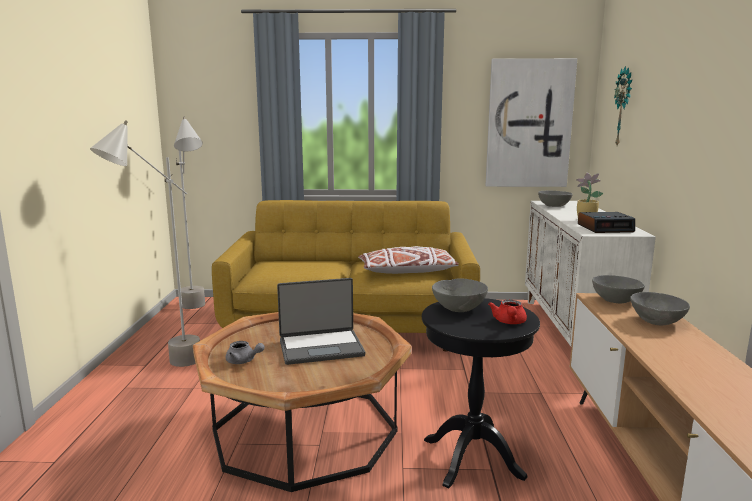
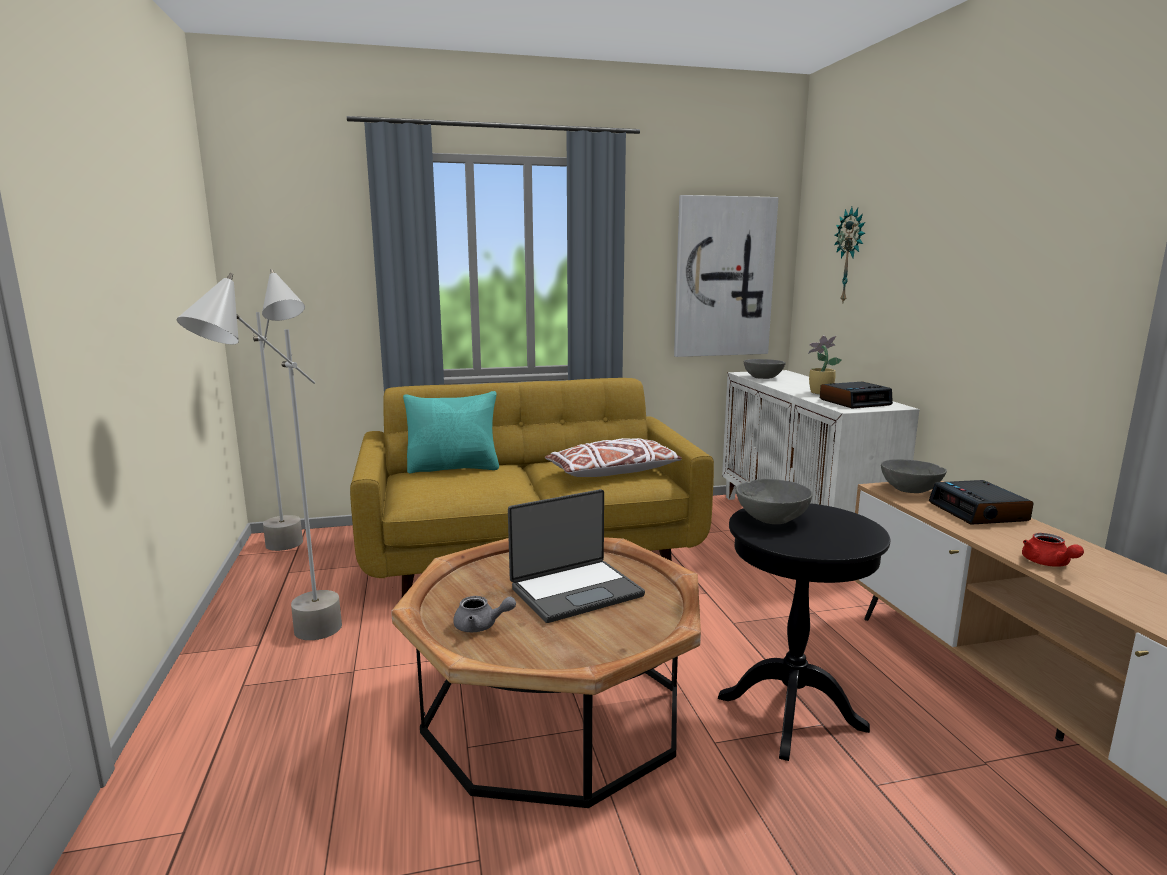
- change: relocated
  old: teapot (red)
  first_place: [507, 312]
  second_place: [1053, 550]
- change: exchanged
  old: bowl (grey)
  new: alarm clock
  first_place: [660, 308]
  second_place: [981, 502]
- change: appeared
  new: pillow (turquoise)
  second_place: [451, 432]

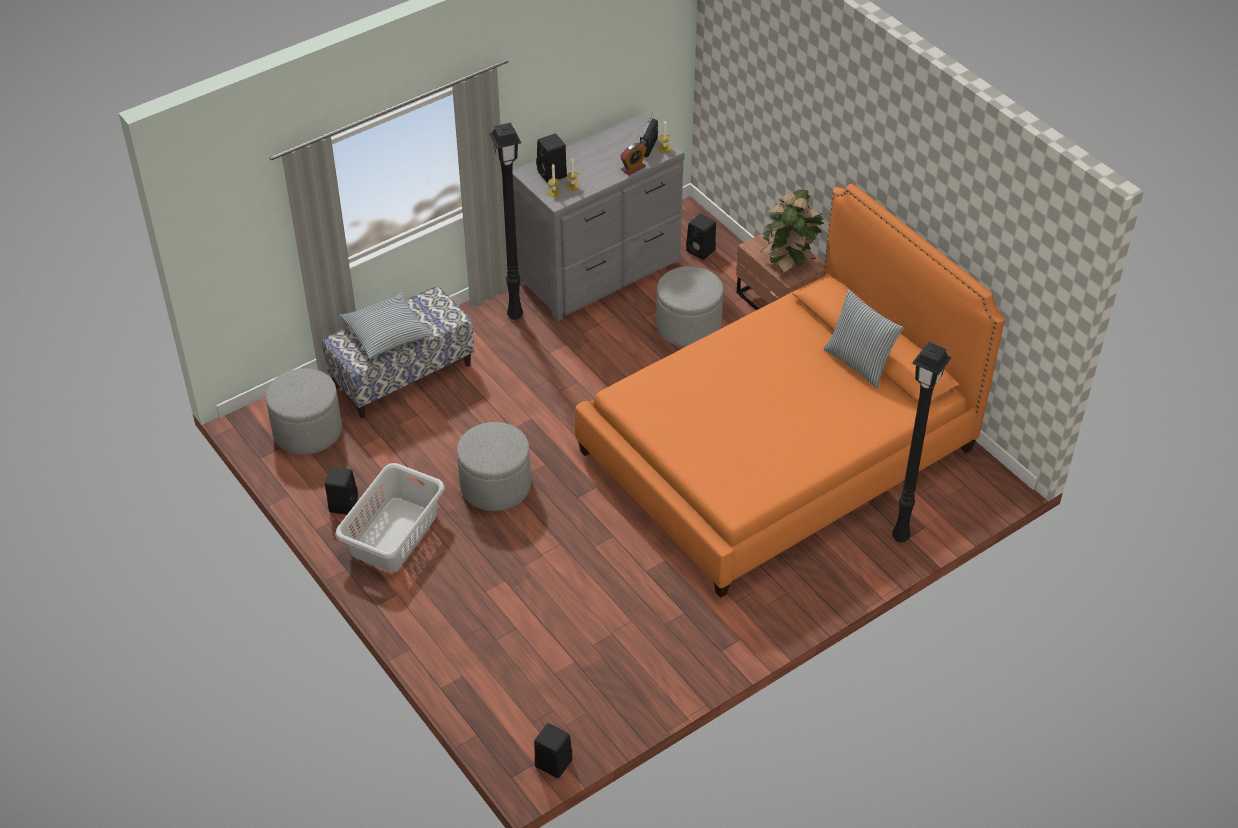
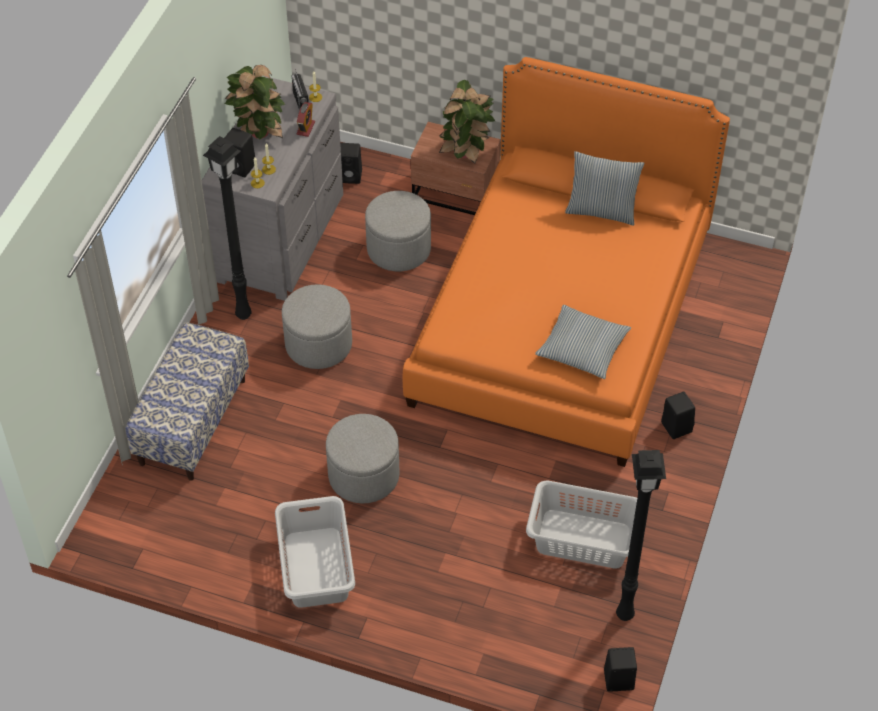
- change: relocated
  old: ottoman (grey)
  first_place: [303, 411]
  second_place: [317, 326]
- change: relocated
  old: speaker (black)
  first_place: [341, 491]
  second_place: [678, 415]
- change: relocated
  old: pillow
  first_place: [386, 326]
  second_place: [583, 342]
- change: relocated
  old: floor lamp (black)
  first_place: [922, 442]
  second_place: [641, 535]
- change: appeared
  new: potted plant
  second_place: [255, 102]
- change: appeared
  new: laundry basket (grey)
  second_place: [581, 524]

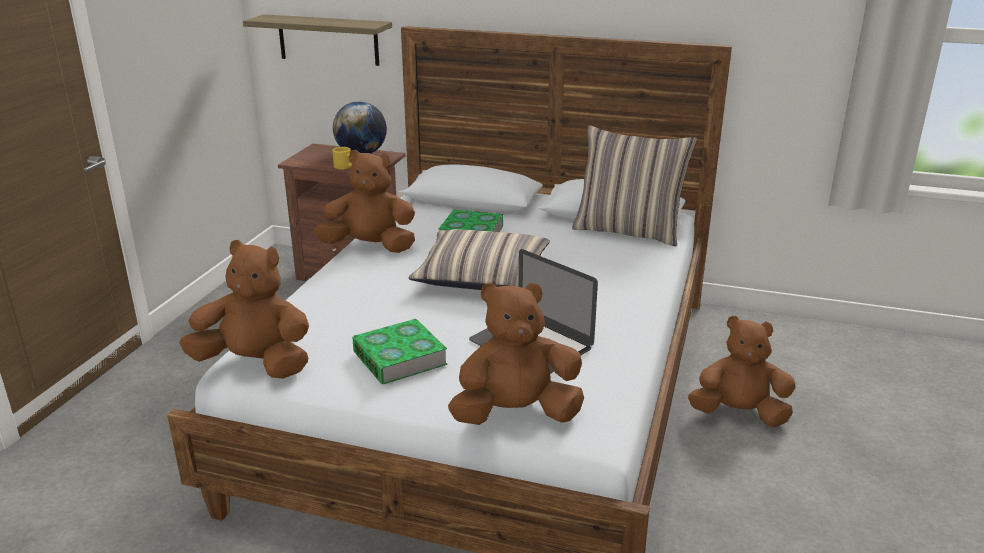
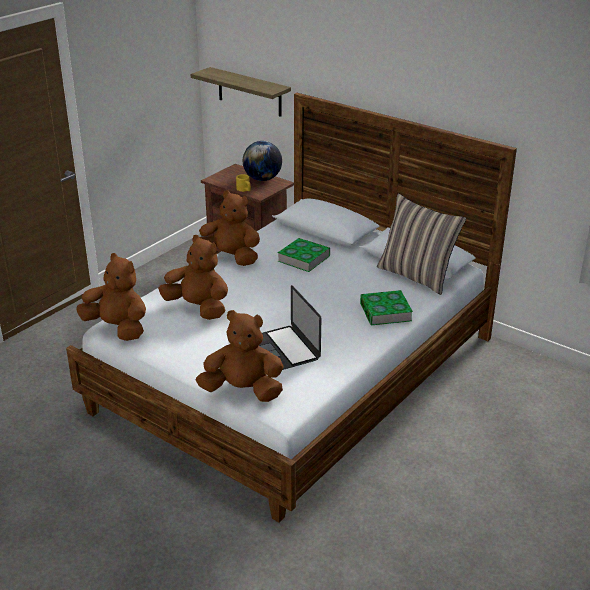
- change: relocated
  old: book
  first_place: [399, 351]
  second_place: [386, 307]
- change: missing
  old: pillow
  first_place: [479, 259]
- change: relocated
  old: plush toy (brown)
  first_place: [741, 371]
  second_place: [193, 277]

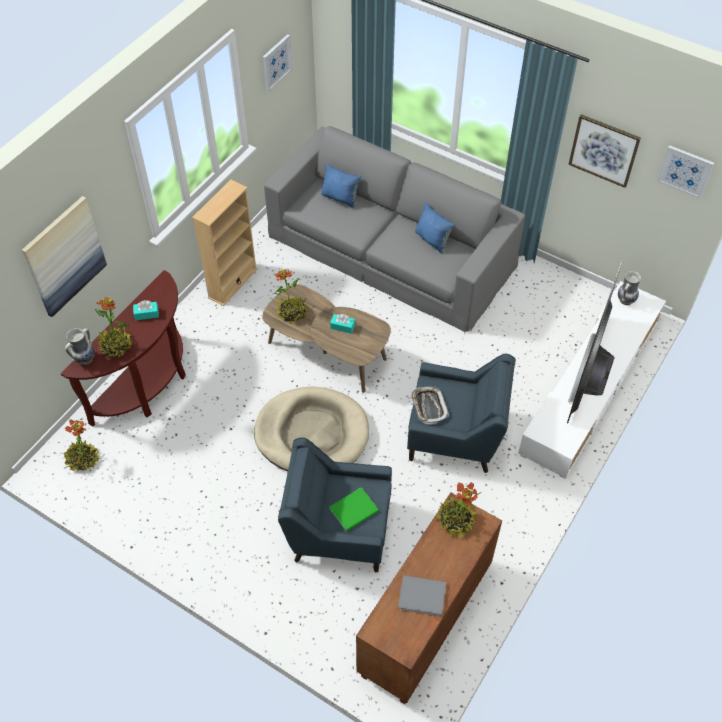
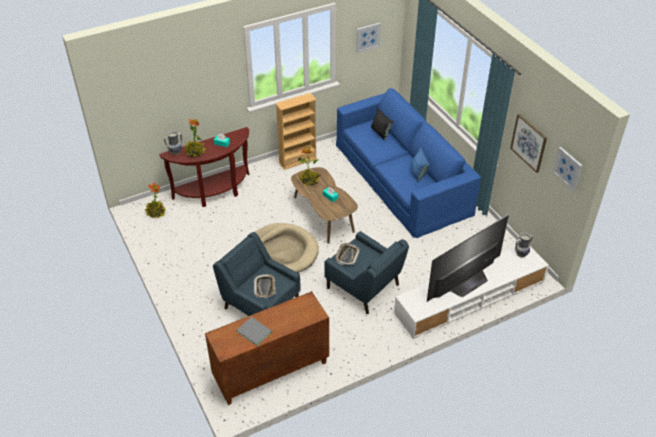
- change: missing
  old: picture
  first_place: [64, 256]
- change: colour
  old: sofa (grey)
  new: sofa (blue)
  first_place: [394, 229]
  second_place: [408, 163]
- change: colour
  old: pillow (blue)
  new: pillow (black)
  first_place: [341, 186]
  second_place: [382, 124]
- change: exchanged
  old: book (green)
  new: tray
  first_place: [354, 509]
  second_place: [264, 286]
- change: missing
  old: potted plant
  first_place: [458, 510]

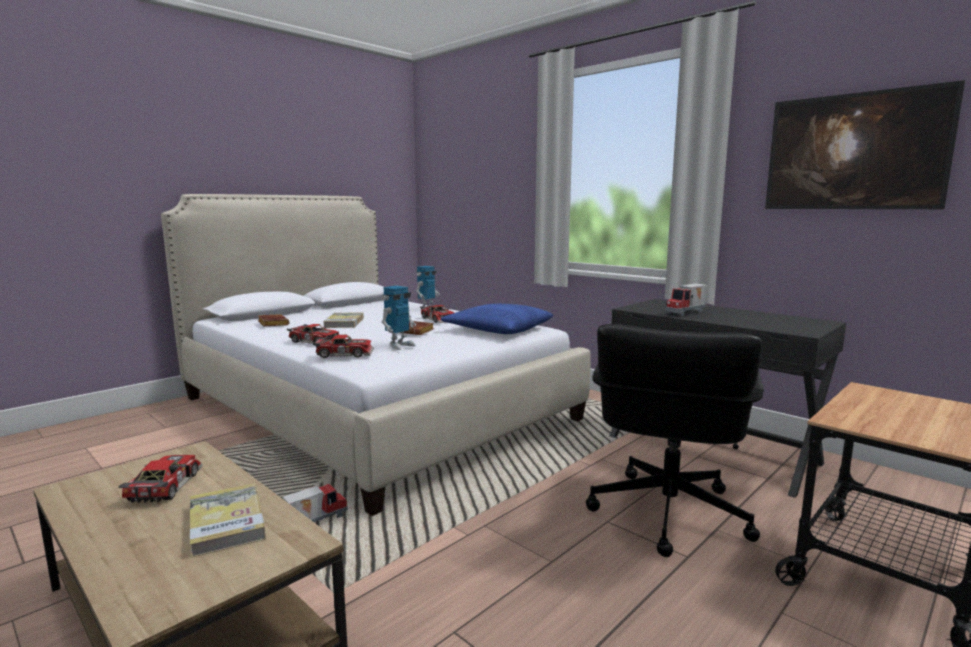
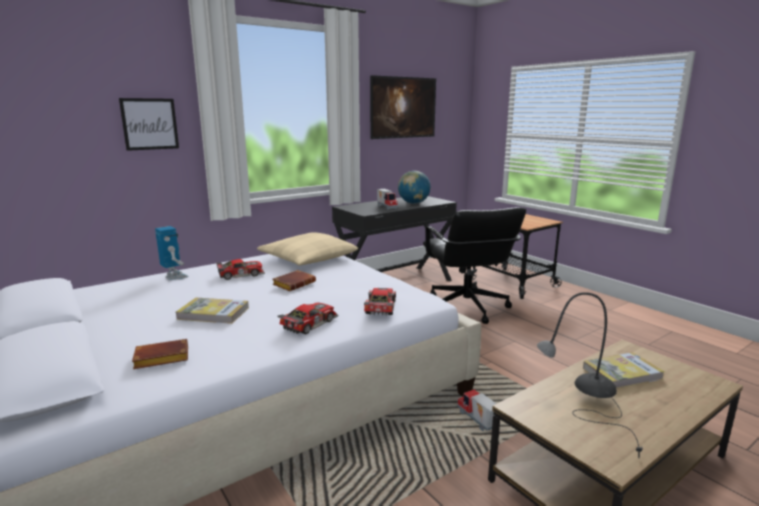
- change: exchanged
  old: toy car
  new: table lamp (grey)
  first_place: [161, 479]
  second_place: [590, 375]
- change: missing
  old: toy robot
  first_place: [399, 318]
- change: colour
  old: pillow (blue)
  new: pillow (beige)
  first_place: [497, 319]
  second_place: [307, 249]
- change: spun
  old: office chair (black)
  first_place: [675, 440]
  second_place: [474, 265]
  degrees: 45
- change: appeared
  new: picture
  second_place: [149, 124]
- change: appeared
  new: globe
  second_place: [414, 187]

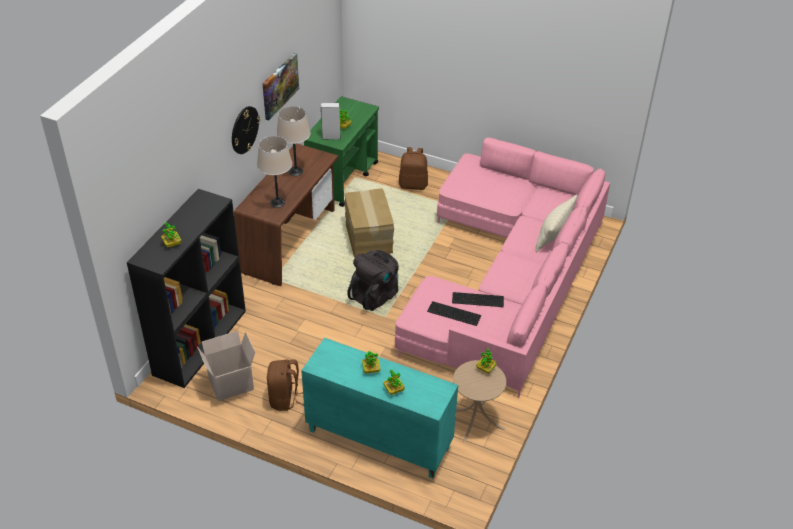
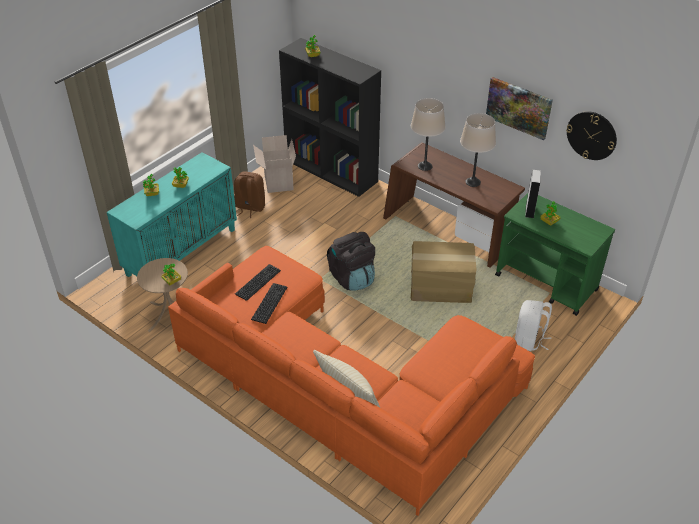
- change: relocated
  old: wall clock
  first_place: [246, 130]
  second_place: [591, 135]
- change: colour
  old: sofa (pink)
  new: sofa (orange)
  first_place: [502, 268]
  second_place: [351, 381]
- change: colour
  old: backpack (brown)
  new: backpack (white)
  first_place: [413, 168]
  second_place: [533, 325]

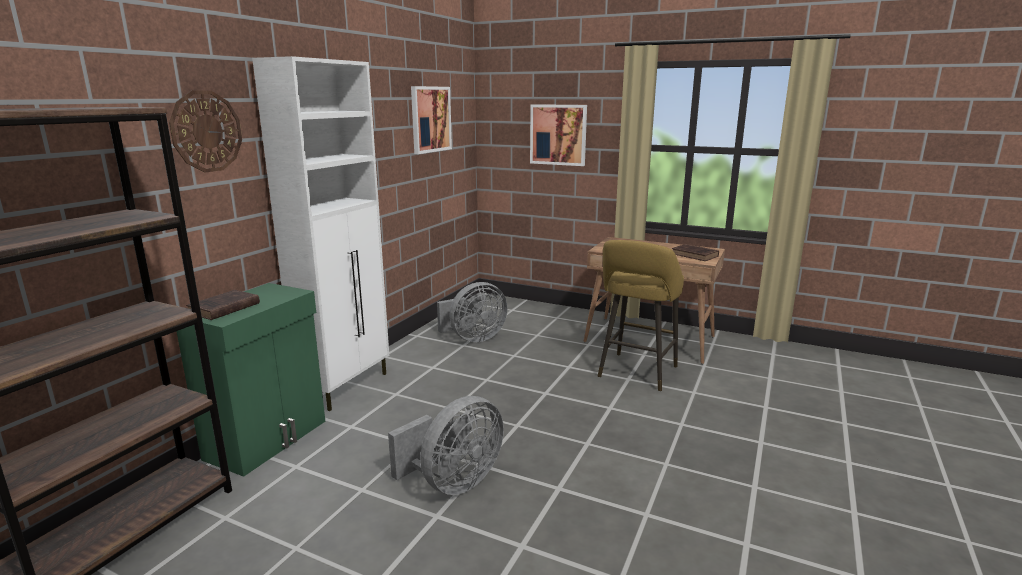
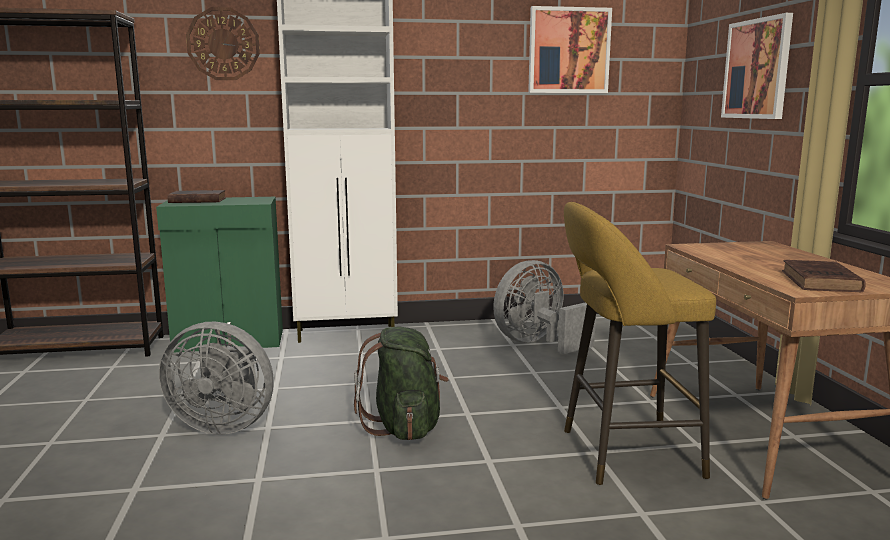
- change: spun
  old: fan (grey)
  first_place: [472, 312]
  second_place: [544, 307]
  degrees: 120
- change: appeared
  new: backpack (green)
  second_place: [401, 383]

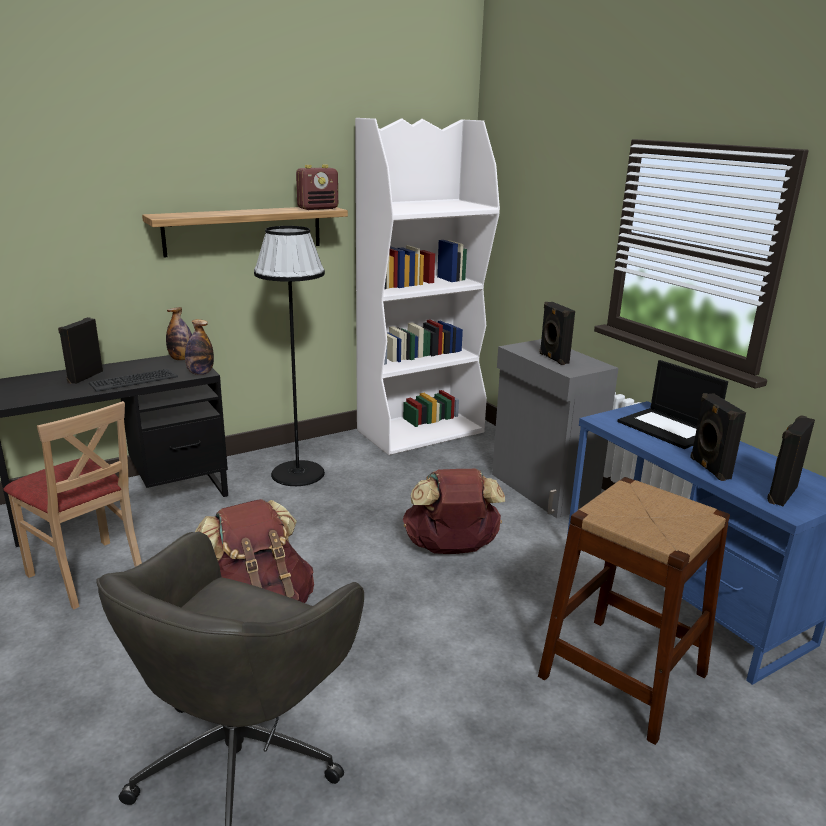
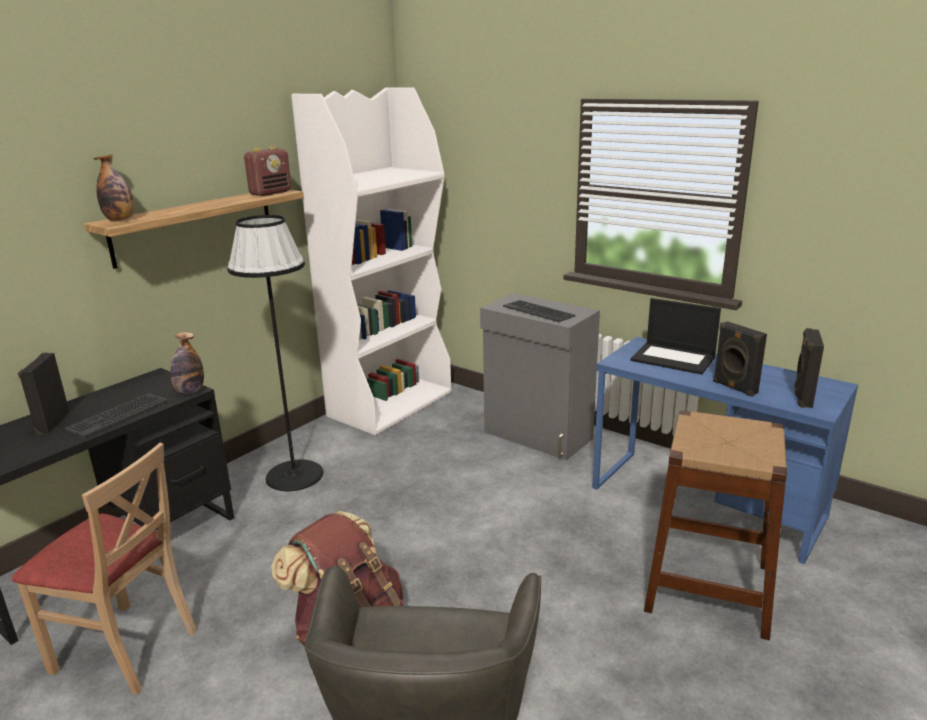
- change: relocated
  old: bottle
  first_place: [179, 333]
  second_place: [114, 187]
- change: missing
  old: backpack (brown)
  first_place: [454, 511]
- change: exchanged
  old: speaker (black)
  new: keyboard
  first_place: [557, 333]
  second_place: [539, 311]

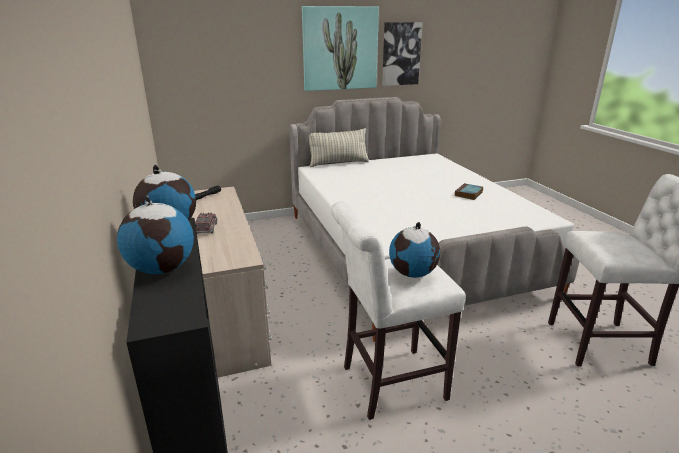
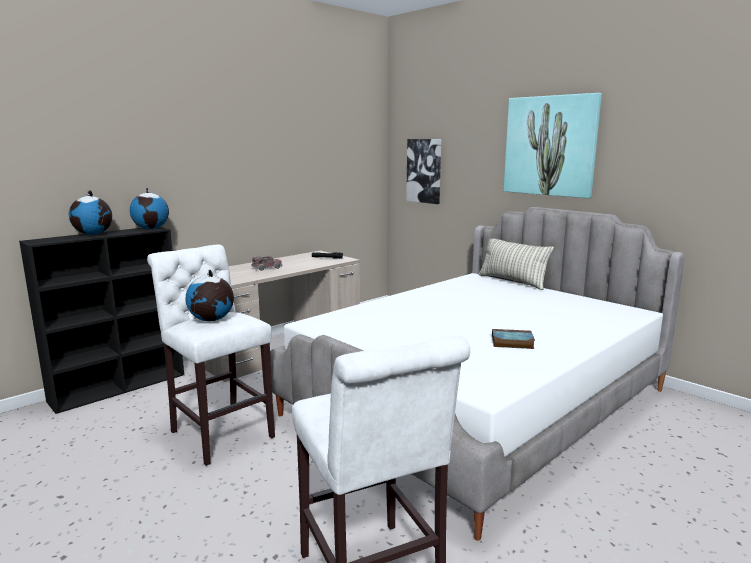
- change: relocated
  old: picture
  first_place: [402, 54]
  second_place: [423, 171]

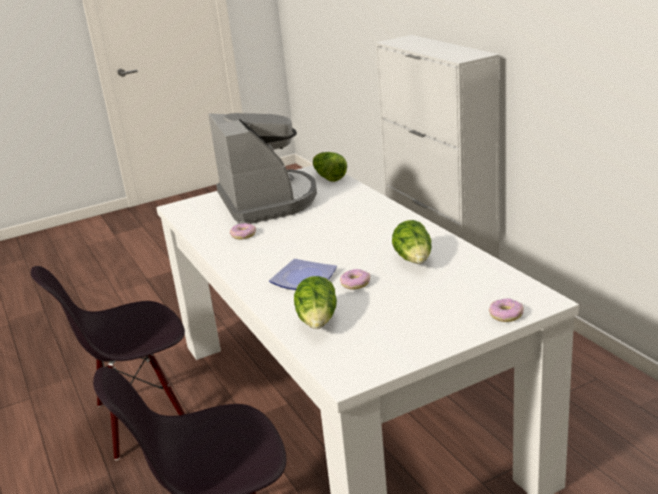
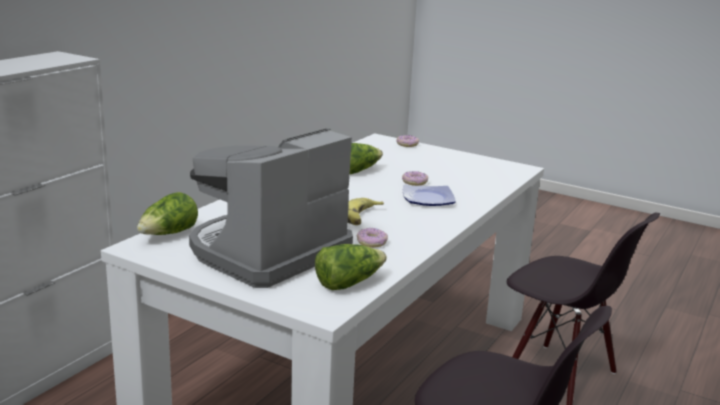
- change: relocated
  old: lettuce
  first_place: [315, 302]
  second_place: [351, 267]
- change: appeared
  new: banana
  second_place: [366, 211]

